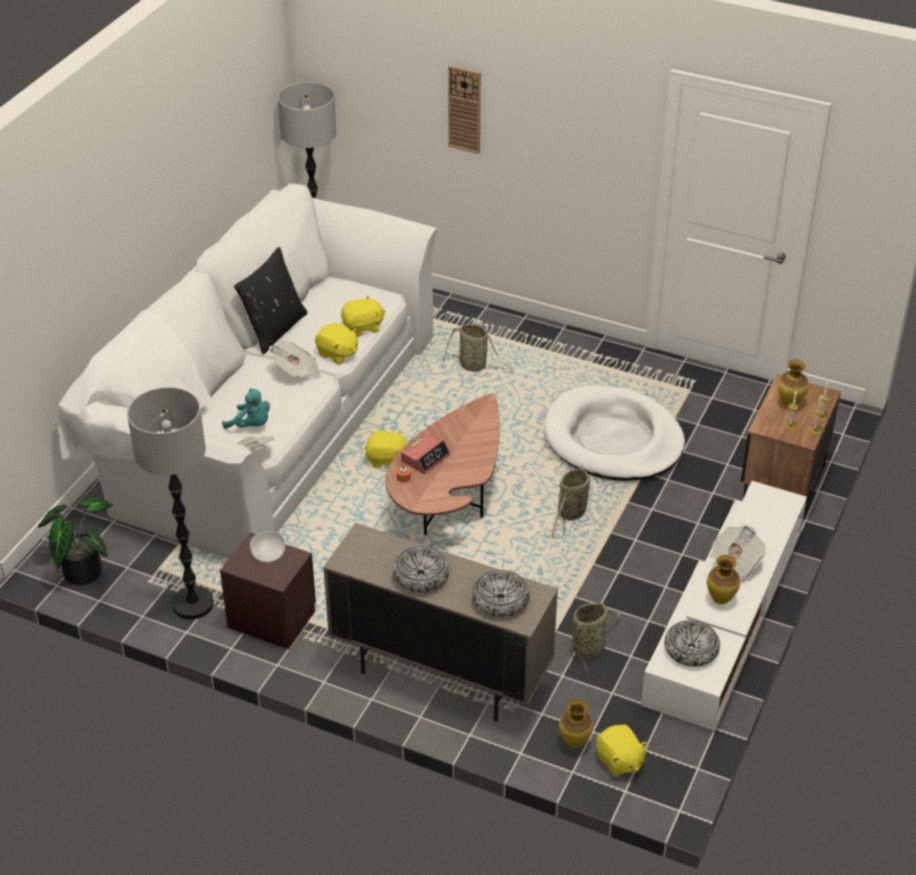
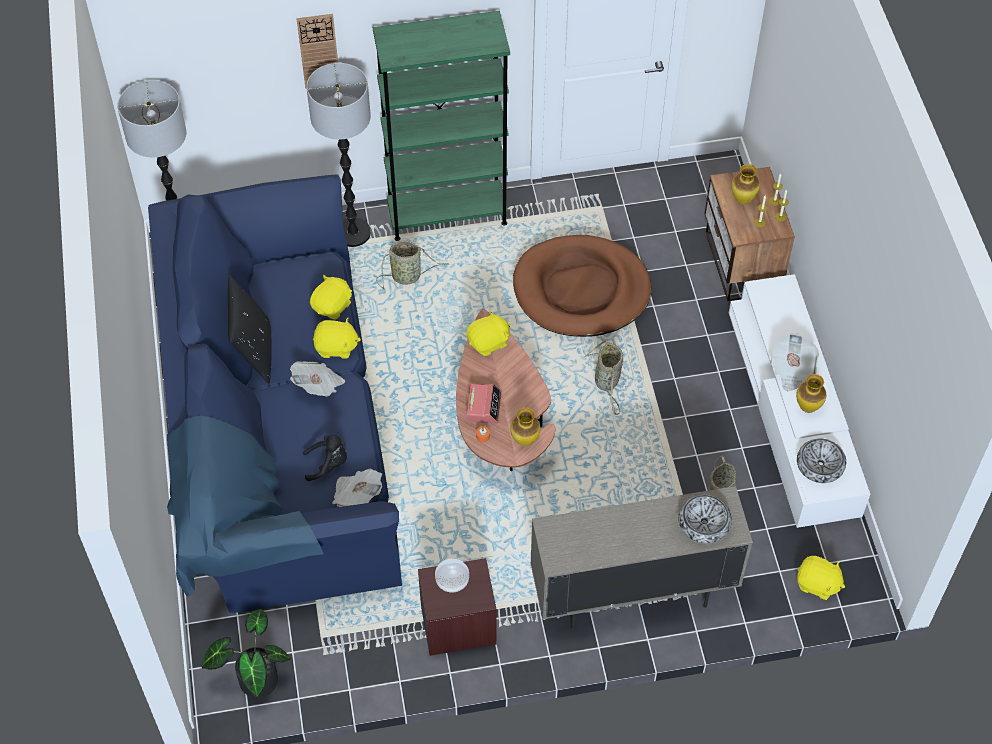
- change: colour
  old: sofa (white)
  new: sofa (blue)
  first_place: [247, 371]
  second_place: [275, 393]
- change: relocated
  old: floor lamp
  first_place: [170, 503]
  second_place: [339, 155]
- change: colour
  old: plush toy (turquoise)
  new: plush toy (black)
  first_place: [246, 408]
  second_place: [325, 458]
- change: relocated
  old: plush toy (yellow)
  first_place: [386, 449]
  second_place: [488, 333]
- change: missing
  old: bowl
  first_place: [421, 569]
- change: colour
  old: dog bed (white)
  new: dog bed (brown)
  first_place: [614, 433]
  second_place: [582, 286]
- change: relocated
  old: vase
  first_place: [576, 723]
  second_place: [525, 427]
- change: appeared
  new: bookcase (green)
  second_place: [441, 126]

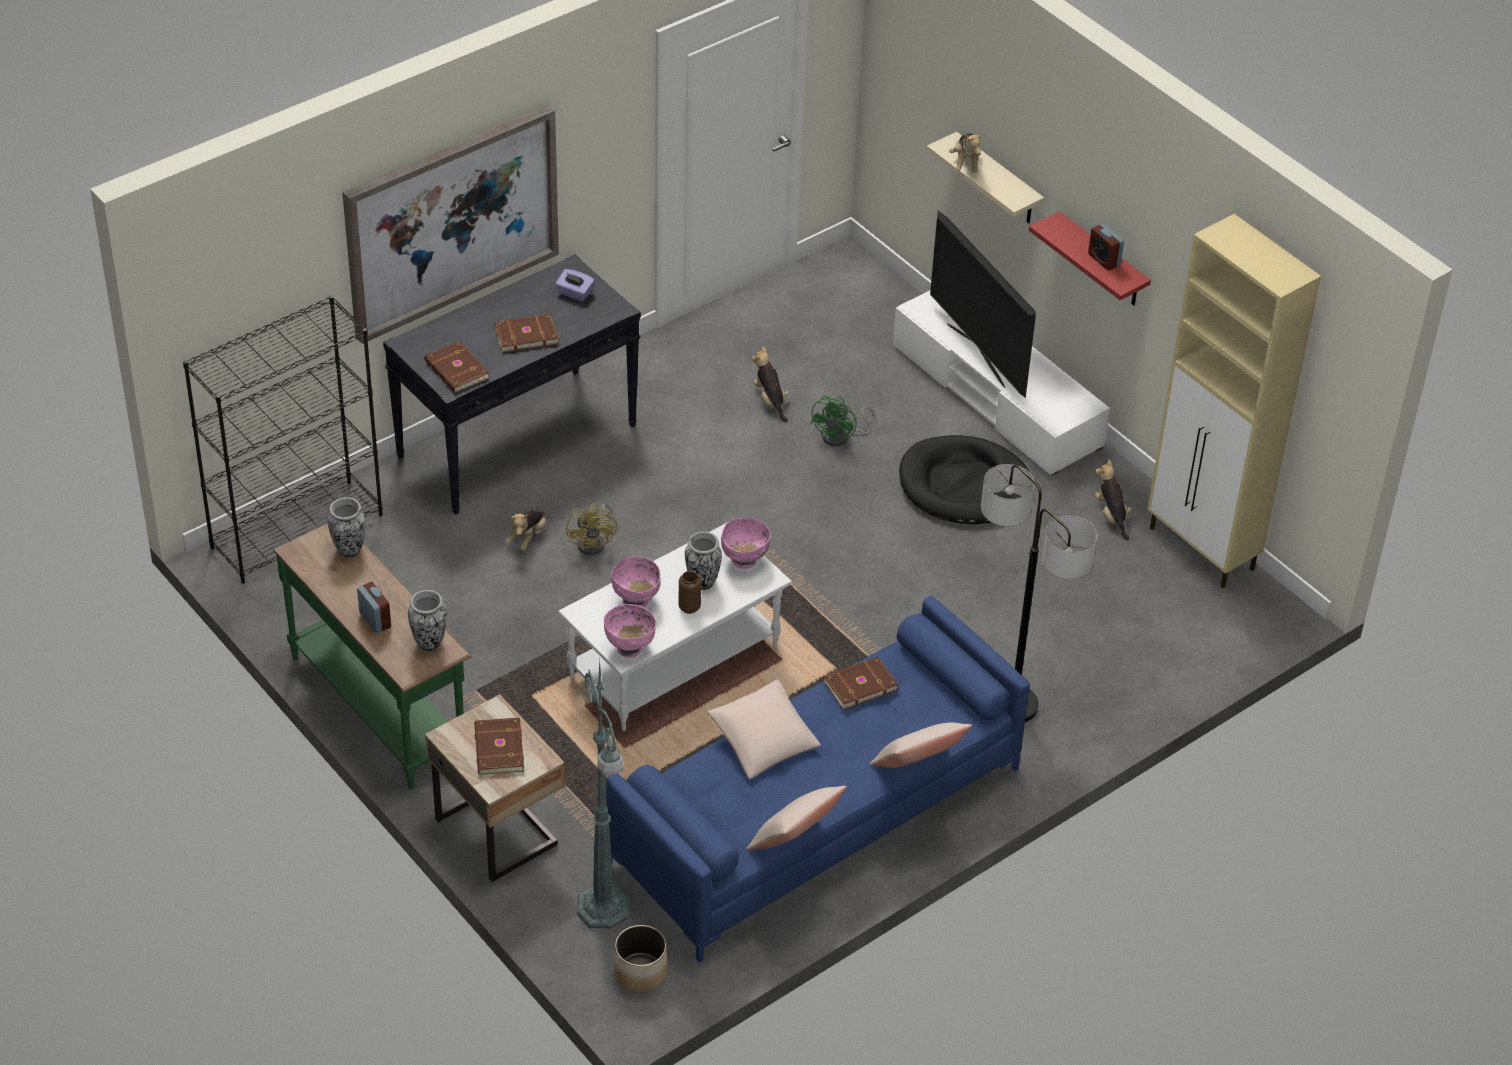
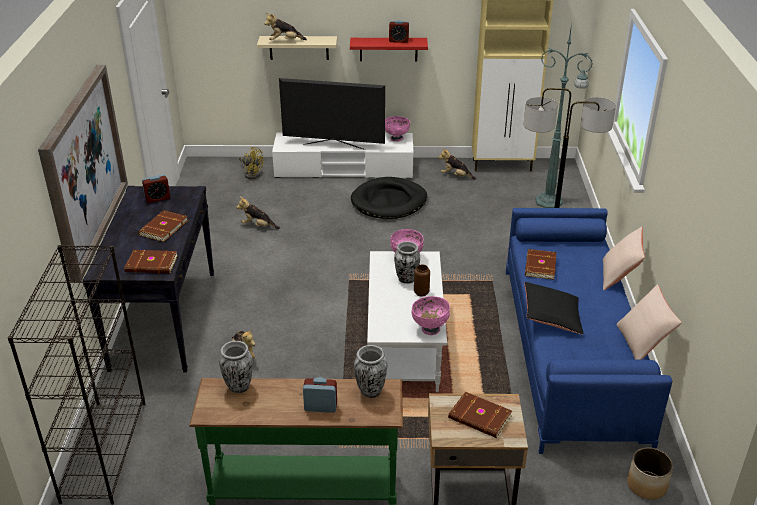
- change: exchanged
  old: tissue box (purple)
  new: alarm clock
  first_place: [574, 285]
  second_place: [156, 188]
- change: relocated
  old: fan (yellow)
  first_place: [591, 529]
  second_place: [251, 163]
- change: relocated
  old: floor lamp (green)
  first_place: [603, 794]
  second_place: [564, 115]
- change: relocated
  old: bowl (pink)
  first_place: [636, 581]
  second_place: [397, 129]
- change: colour
  old: pillow (beige)
  new: pillow (black)
  first_place: [764, 729]
  second_place: [553, 308]
- change: missing
  old: fan (green)
  first_place: [842, 421]
- change: spun
  old: plush toy
  first_place: [965, 153]
  second_place: [285, 26]
  degrees: 135

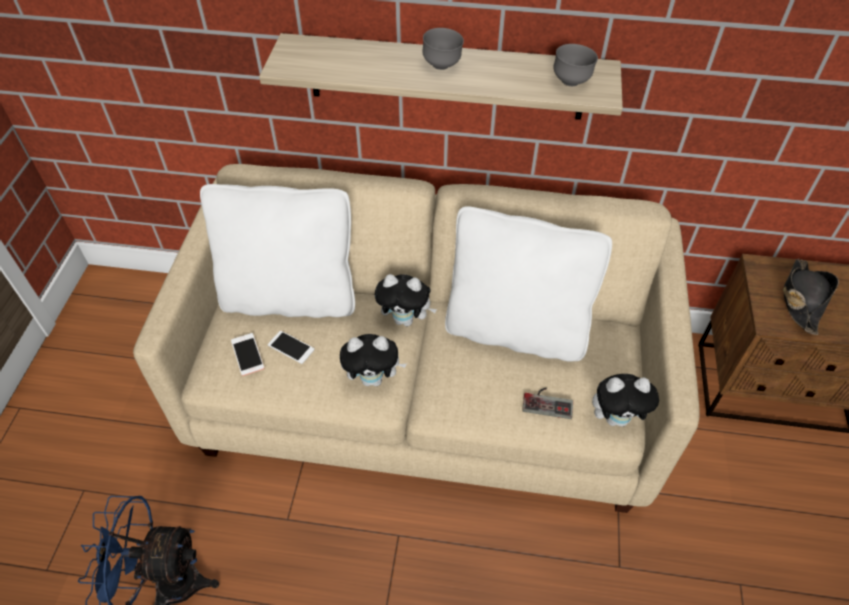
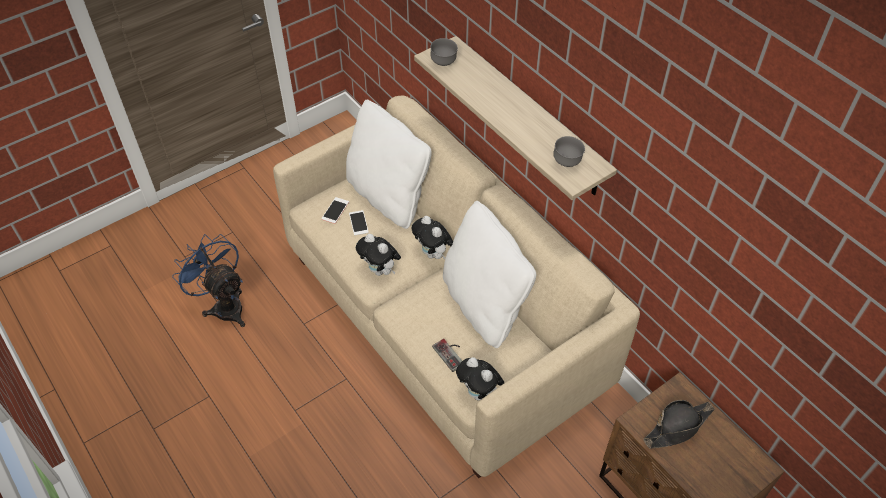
- change: relocated
  old: bowl (grey)
  first_place: [443, 49]
  second_place: [444, 52]

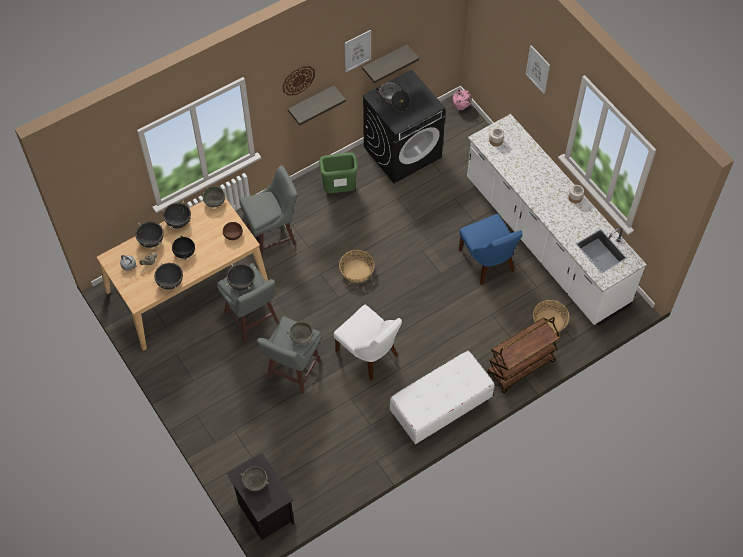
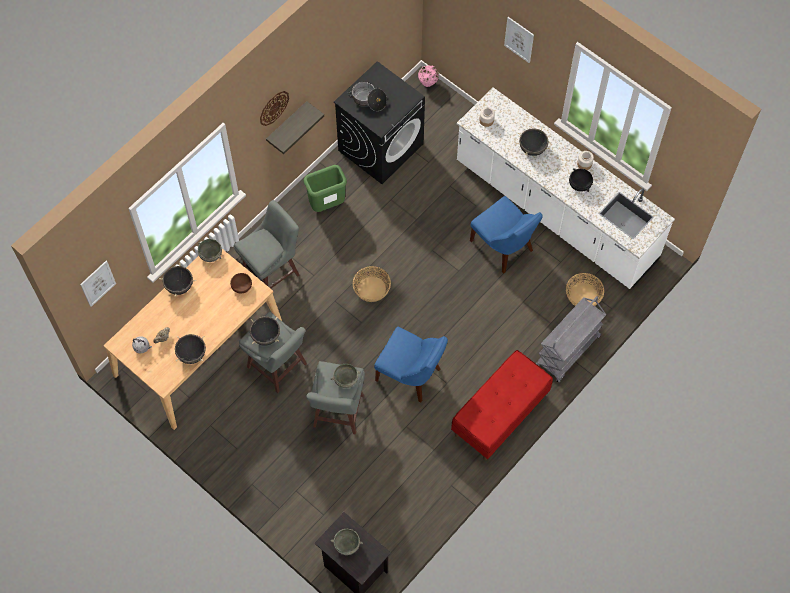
- change: relocated
  old: cooking pot (black)
  first_place: [150, 235]
  second_place: [534, 142]
- change: relocated
  old: bowl (black)
  first_place: [183, 248]
  second_place: [581, 180]
- change: colour
  old: chair (white)
  new: chair (blue)
  first_place: [368, 342]
  second_place: [411, 364]
- change: relocated
  old: picture
  first_place: [358, 51]
  second_place: [98, 284]
- change: missing
  old: shelf
  first_place: [390, 63]
- change: colour
  old: bench (white)
  new: bench (red)
  first_place: [442, 398]
  second_place: [502, 405]
- change: colour
  old: cart (brown)
  new: cart (grey)
  first_place: [523, 355]
  second_place: [571, 339]

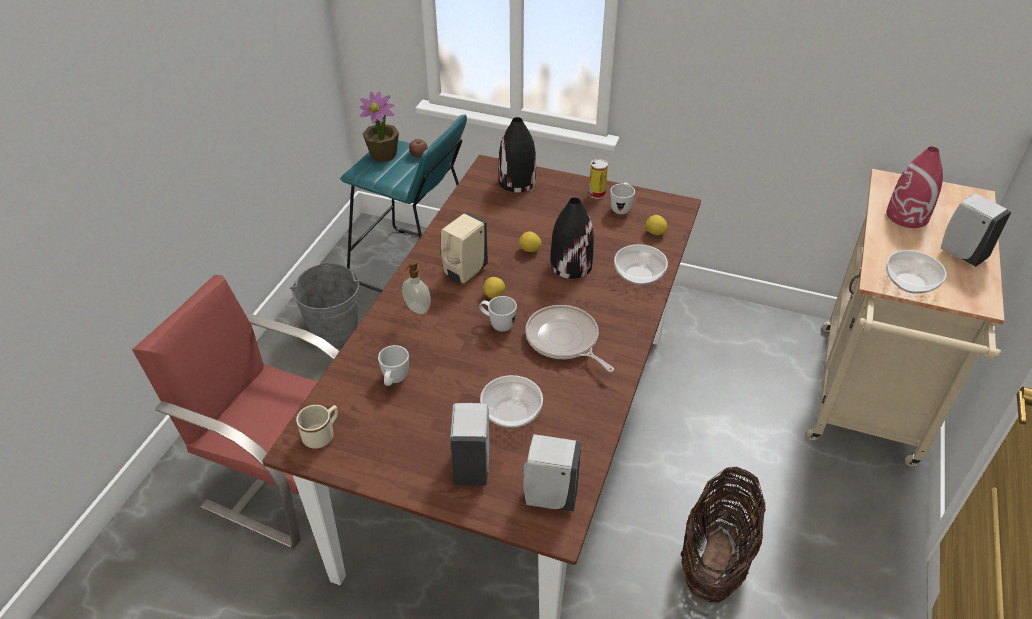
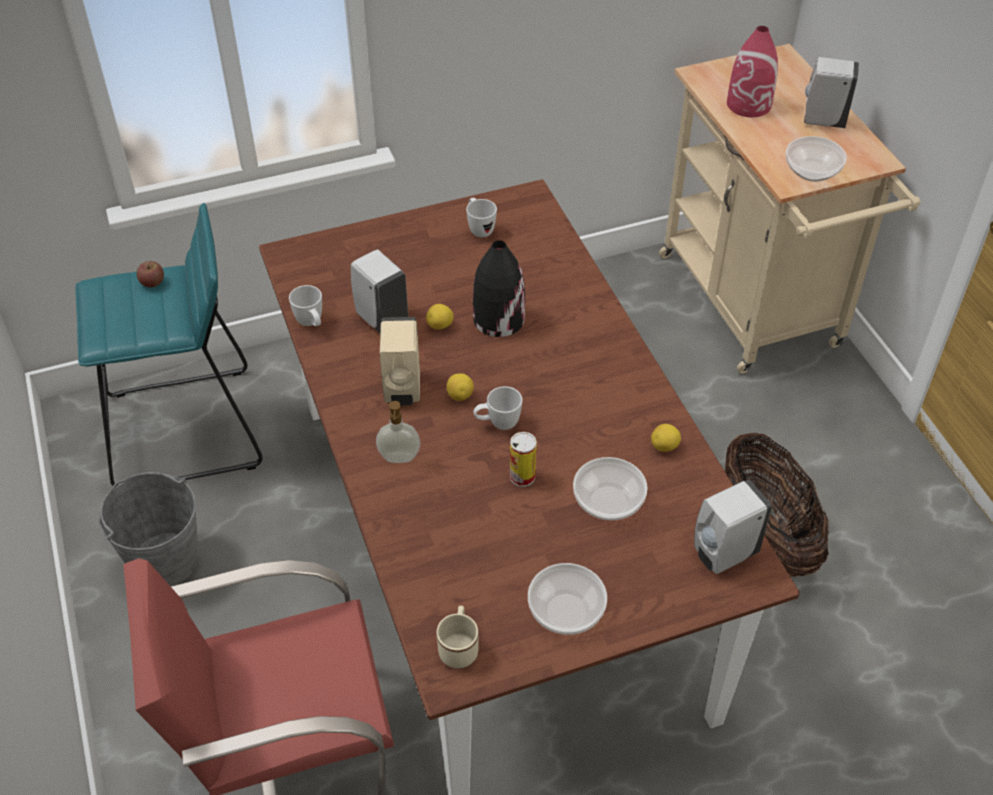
- change: missing
  old: potted plant
  first_place: [379, 127]
- change: relocated
  old: mug (white)
  first_place: [393, 365]
  second_place: [305, 305]
- change: relocated
  old: soap dispenser (white)
  first_place: [470, 444]
  second_place: [380, 291]
- change: missing
  old: vase (black)
  first_place: [517, 154]
- change: missing
  old: frying pan
  first_place: [569, 338]
- change: relocated
  old: can
  first_place: [598, 179]
  second_place: [523, 459]
- change: relocated
  old: bowl
  first_place: [641, 264]
  second_place: [567, 599]
- change: relocated
  old: lemon
  first_place: [656, 225]
  second_place: [666, 438]

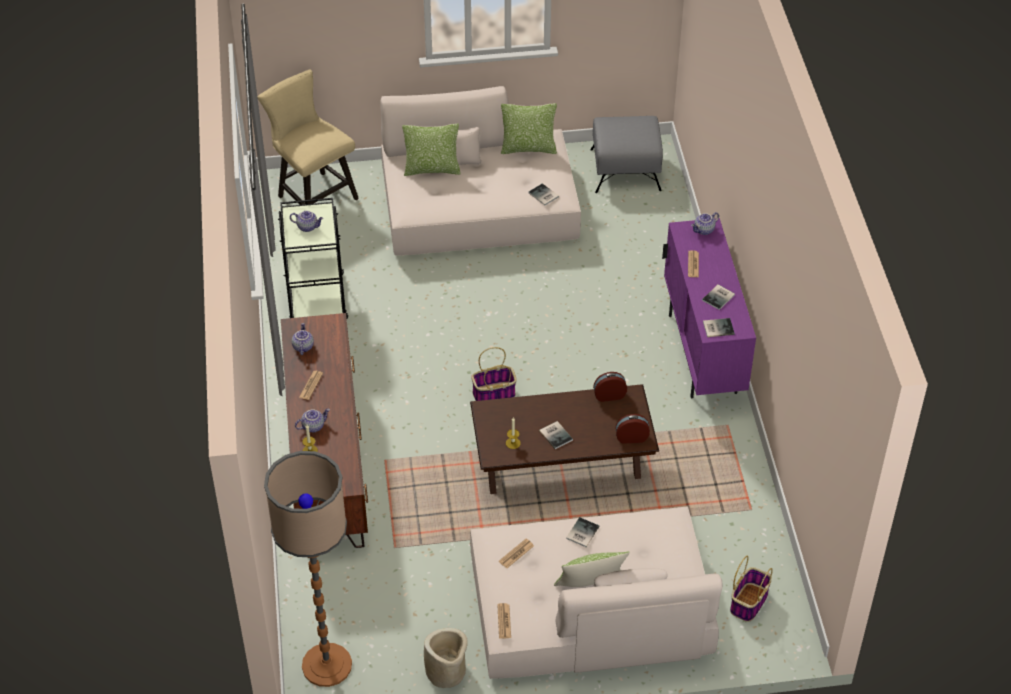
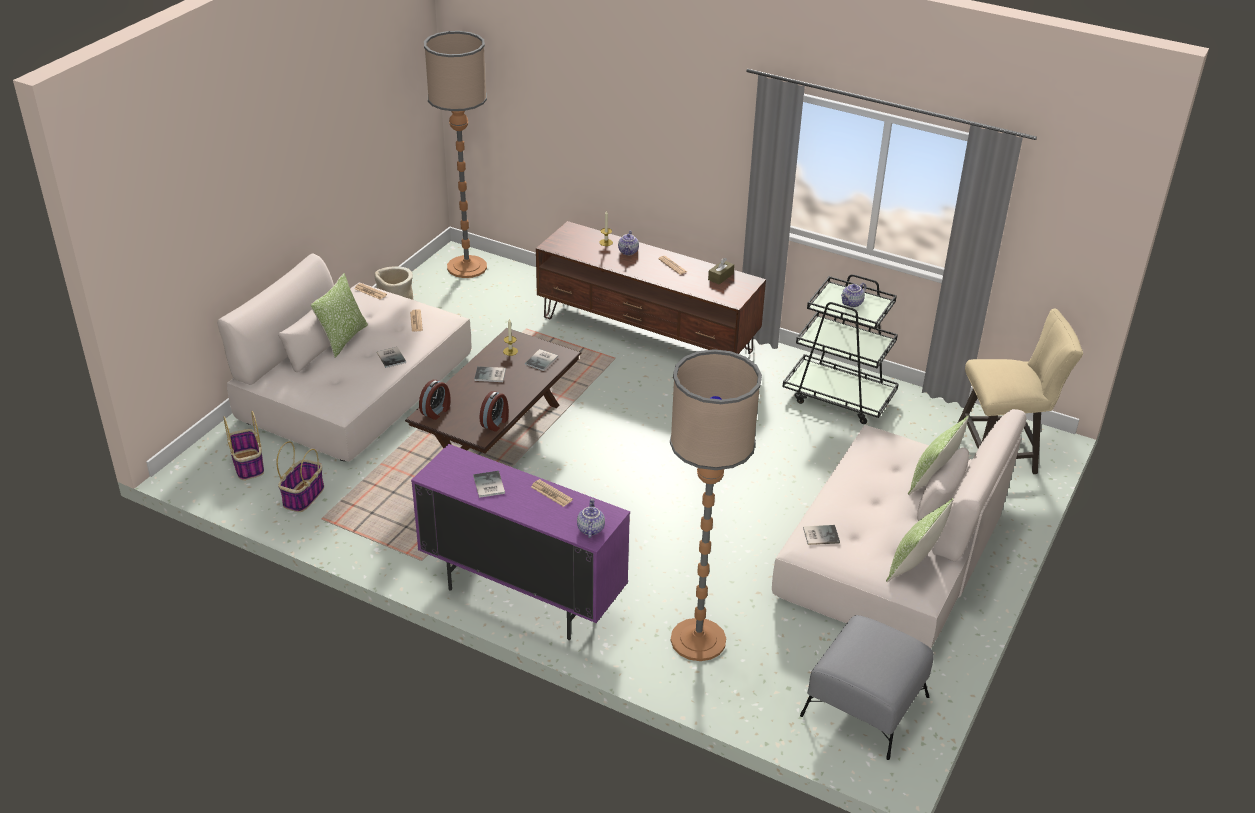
- change: exchanged
  old: teapot
  new: tissue box (brown)
  first_place: [303, 339]
  second_place: [721, 271]
- change: relocated
  old: basket
  first_place: [494, 374]
  second_place: [300, 476]
- change: relocated
  old: book
  first_place: [719, 327]
  second_place: [541, 360]
- change: appeared
  new: floor lamp
  second_place: [716, 505]

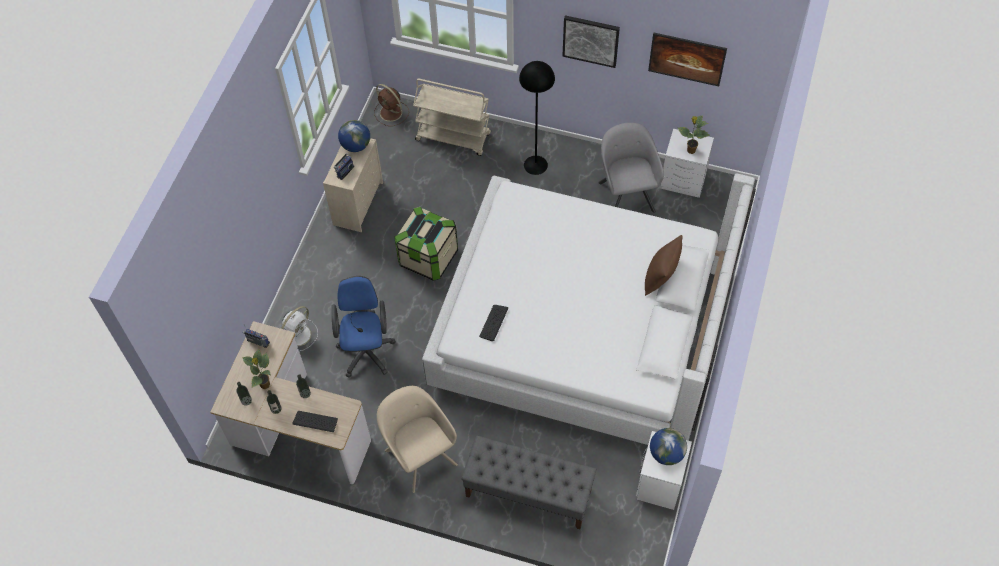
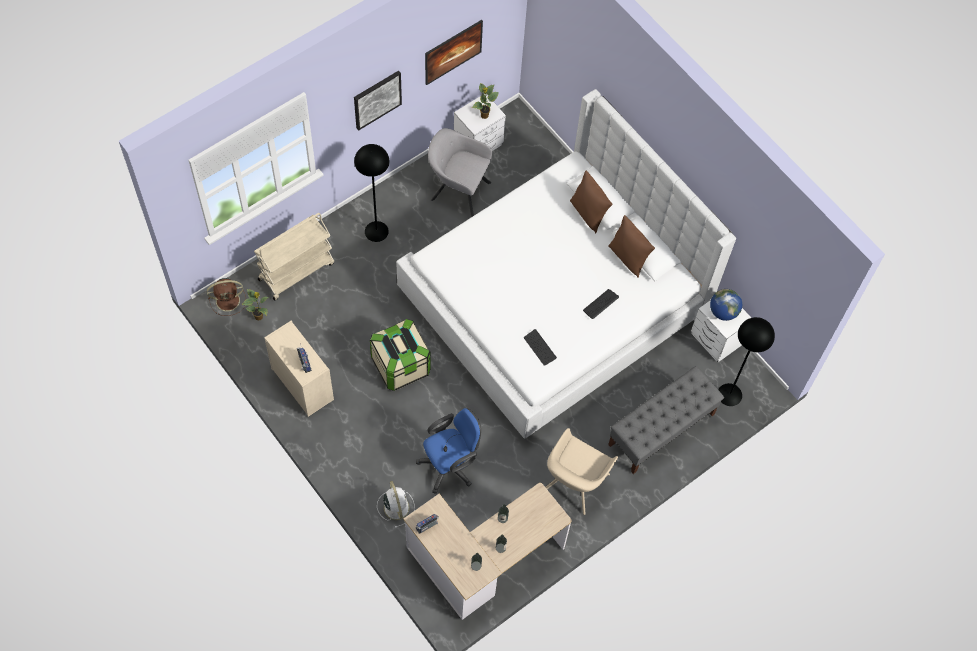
- change: relocated
  old: potted plant
  first_place: [256, 369]
  second_place: [255, 304]
- change: relocated
  old: keyboard
  first_place: [315, 421]
  second_place: [601, 304]
- change: spun
  old: office chair (blue)
  first_place: [364, 327]
  second_place: [448, 451]
  degrees: 120
- change: missing
  old: globe
  first_place: [354, 136]
- change: spun
  old: armchair (beige)
  first_place: [417, 439]
  second_place: [582, 471]
  degrees: -60
- change: appeared
  new: pillow (brown)
  second_place: [631, 246]
- change: appeared
  new: floor lamp (black)
  second_place: [746, 361]

